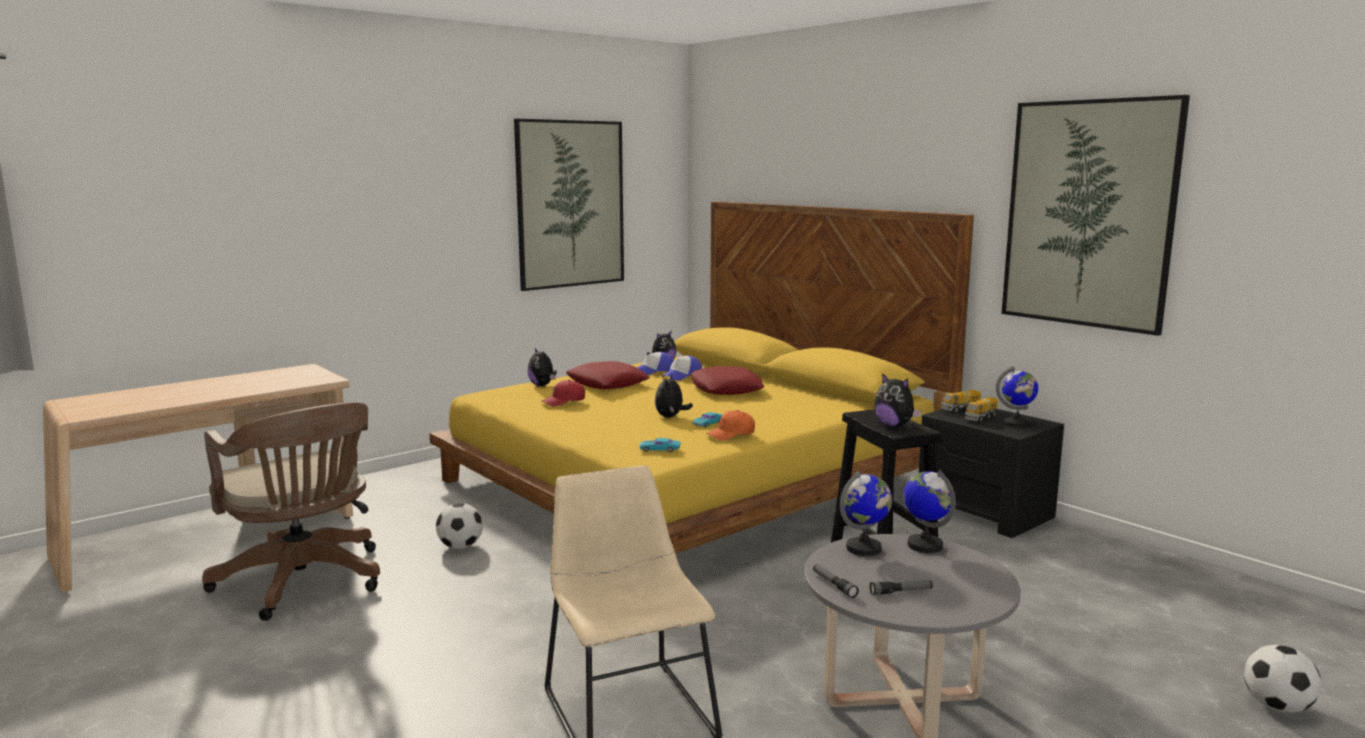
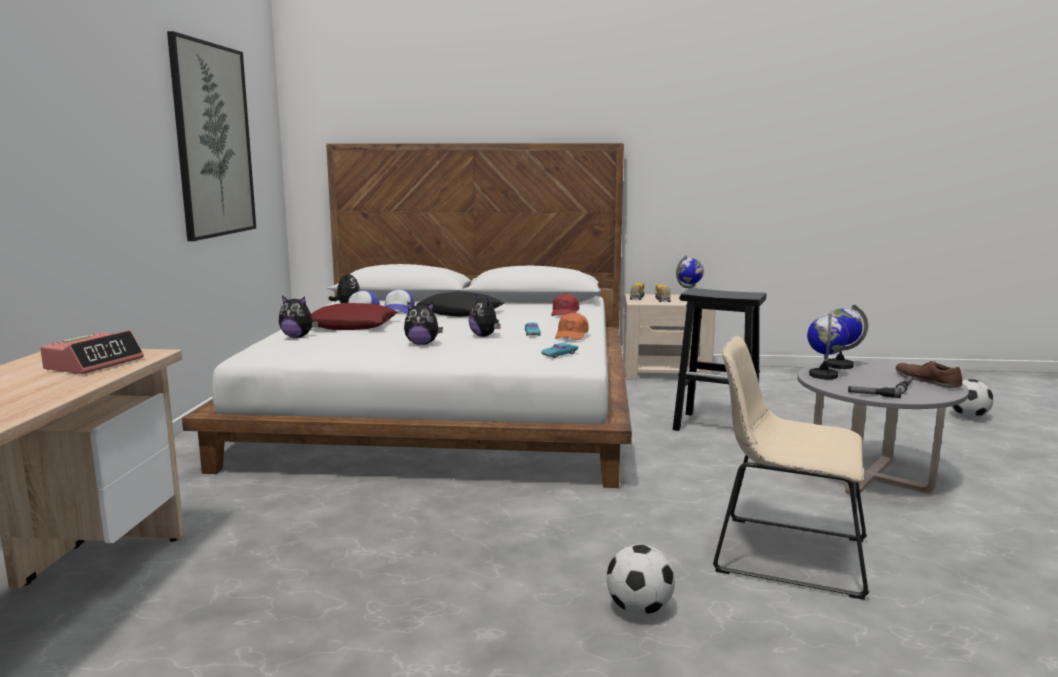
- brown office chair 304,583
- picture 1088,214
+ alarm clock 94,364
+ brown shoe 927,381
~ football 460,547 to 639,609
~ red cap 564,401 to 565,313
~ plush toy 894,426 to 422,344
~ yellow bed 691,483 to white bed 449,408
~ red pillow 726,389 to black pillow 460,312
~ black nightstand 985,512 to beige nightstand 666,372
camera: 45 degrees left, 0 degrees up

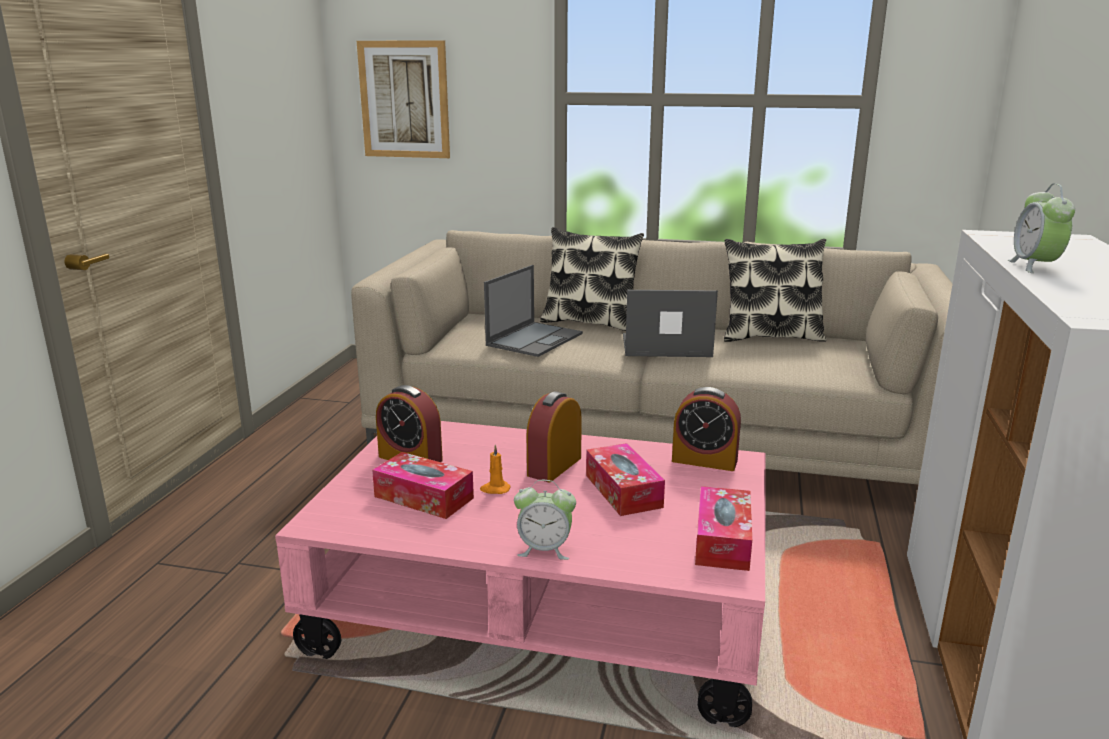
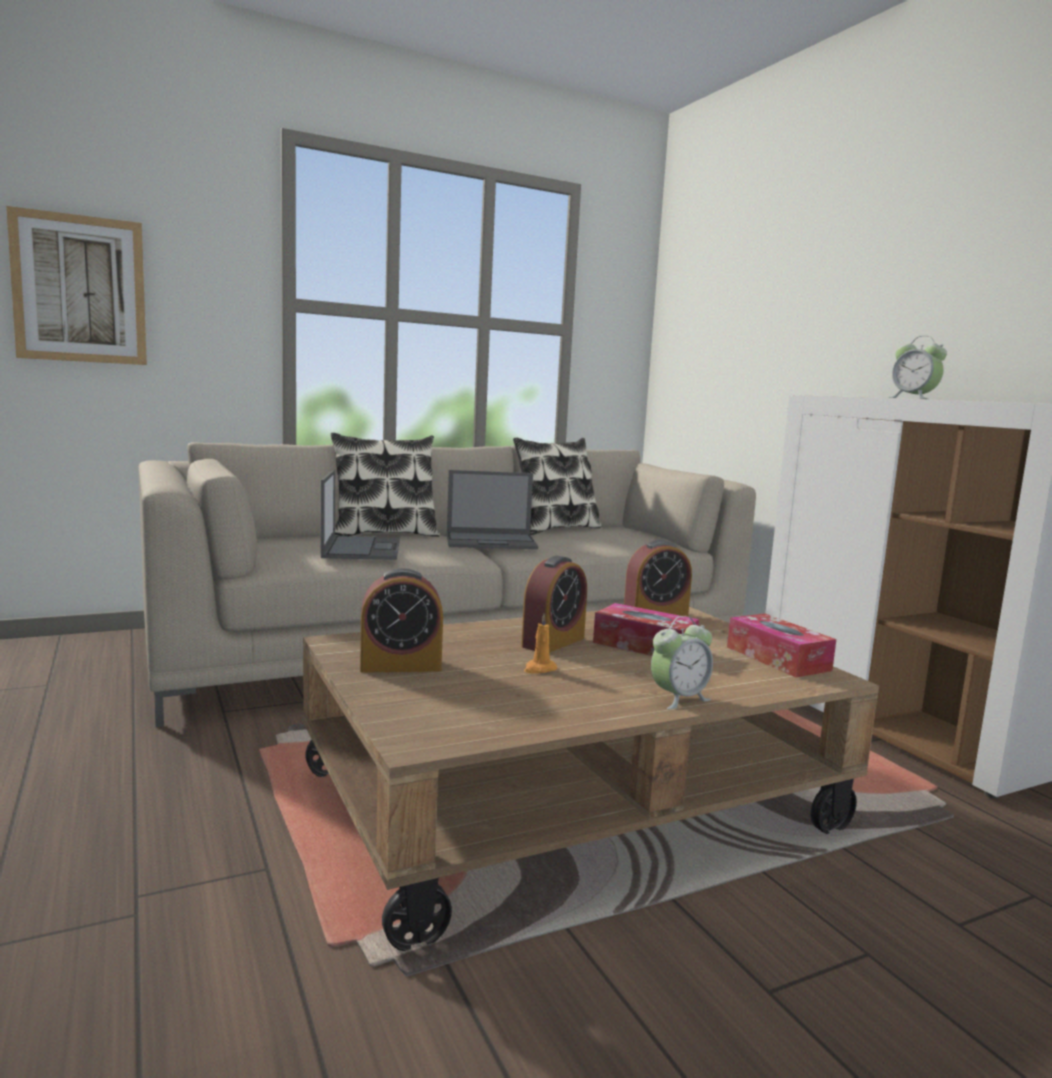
- tissue box 424,497
~ pink coffee table 544,604 to brown coffee table 570,801
~ alarm clock 554,466 = 553,642 135 degrees counterclockwise
~ laptop 665,346 = 492,541 150 degrees counterclockwise
camera: 40 degrees left, 10 degrees down

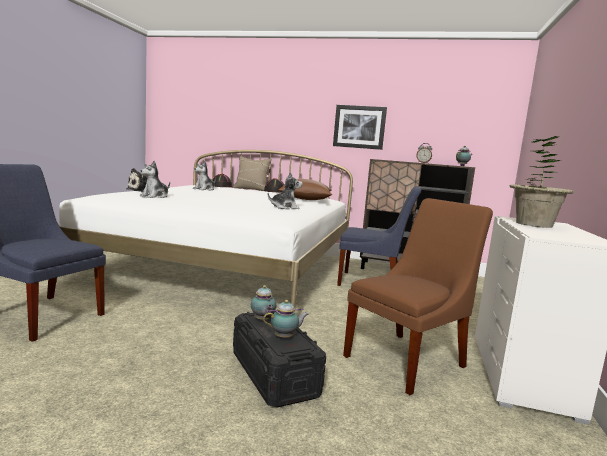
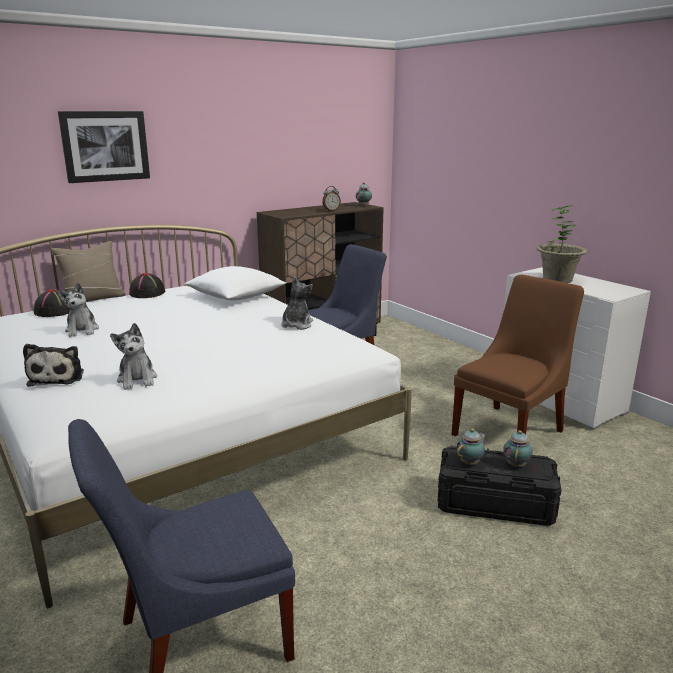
~ picture 359,127 to 105,146
~ brown pillow 305,199 to white pillow 236,296
~ teapot 262,320 = 470,462 60 degrees counterclockwise
~ brown chair 408,360 = 511,431 45 degrees clockwise
camera: 50 degrees left, 10 degrees up

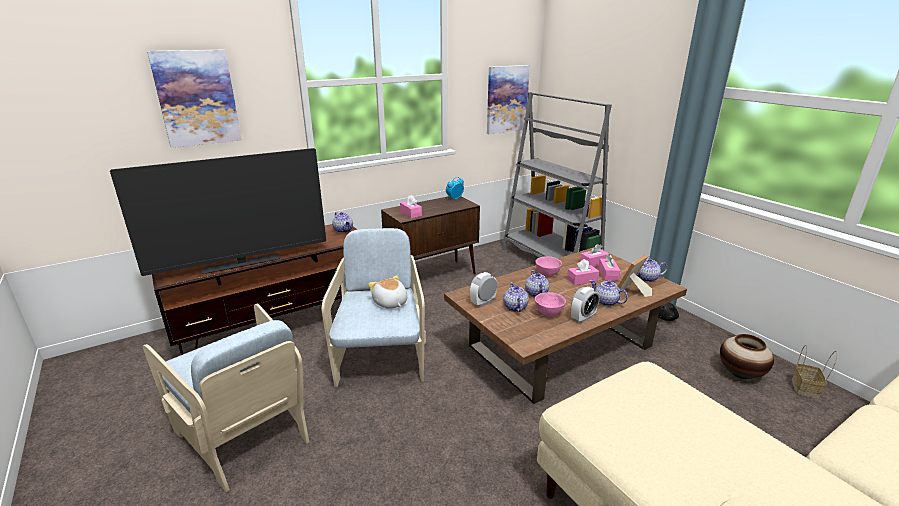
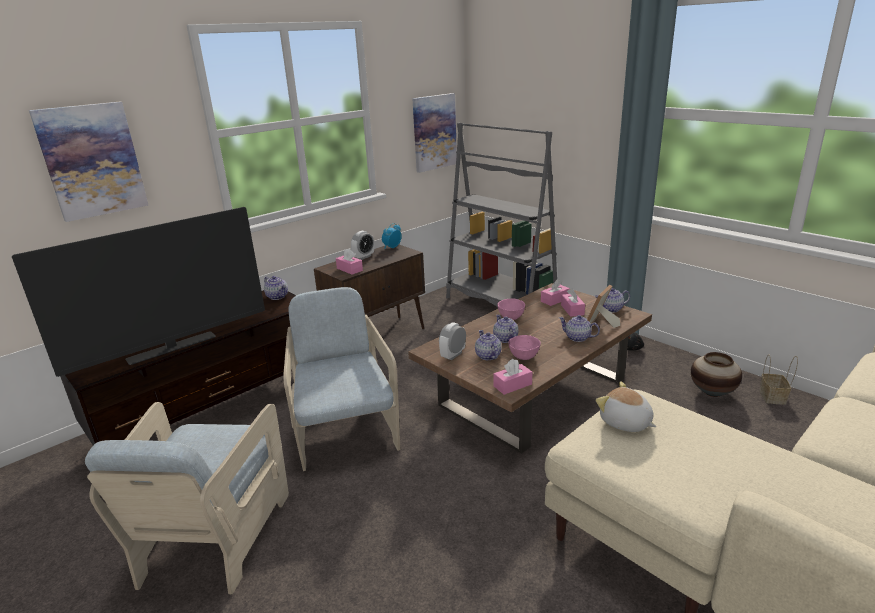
~ plush toy 390,303 to 625,423
~ pink tissue box 582,280 to 512,385
~ alarm clock 583,318 to 363,257
~ beige armchair 244,433 = 214,536 60 degrees clockwise
camera: 10 degrees left, 0 degrees up

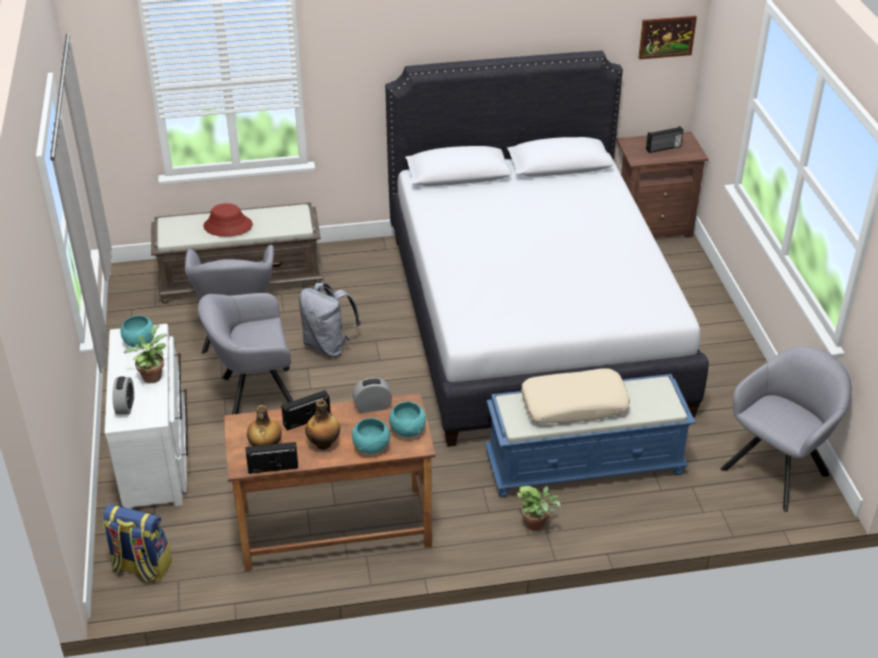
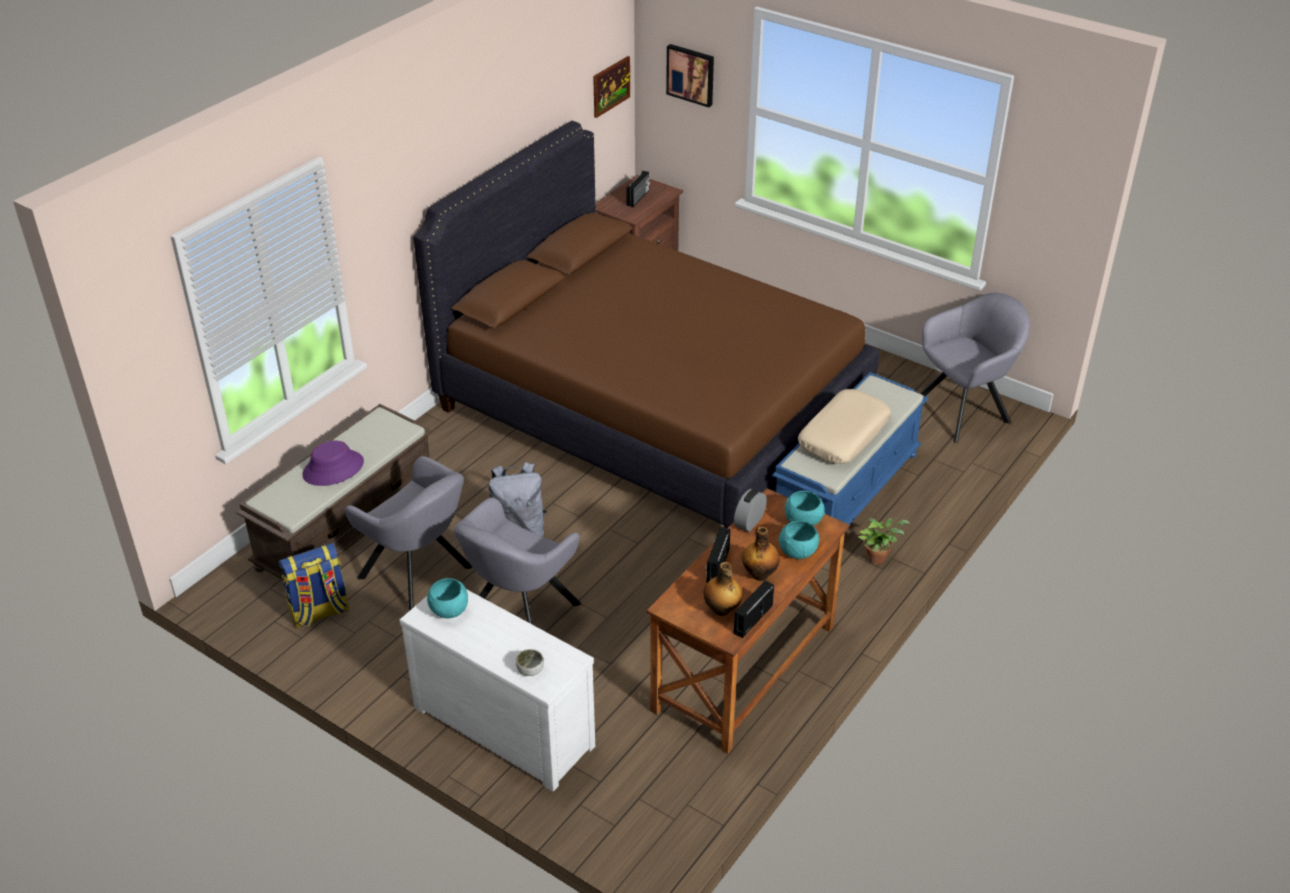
- potted plant 152,375
+ picture 691,74
~ backpack 141,567 to 319,612
~ alarm clock 125,406 to bowl 530,669
~ red hat 228,226 to purple hat 333,469
~ white bed 531,320 to brown bed 652,409
~ grey armchair 779,469 = 965,410 60 degrees clockwise
camera: 45 degrees left, 0 degrees up

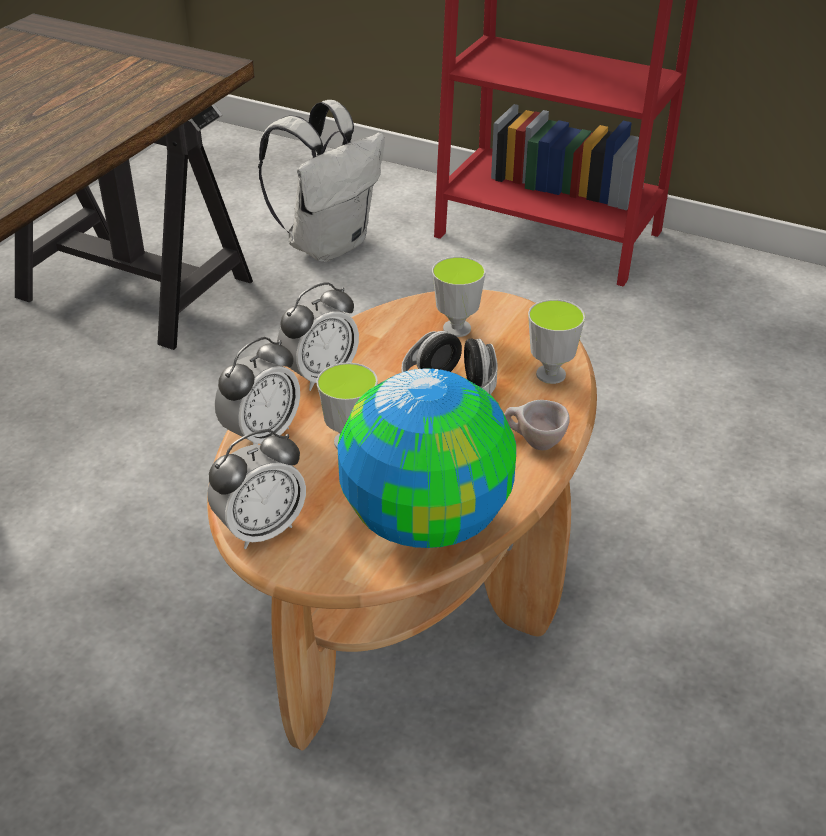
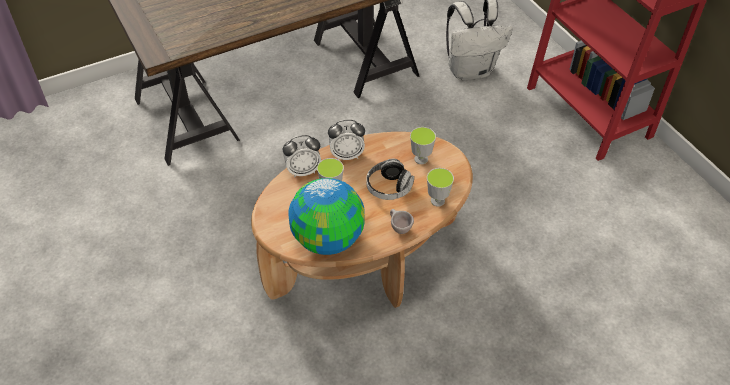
- alarm clock 261,529
camera: 35 degrees right, 10 degrees up

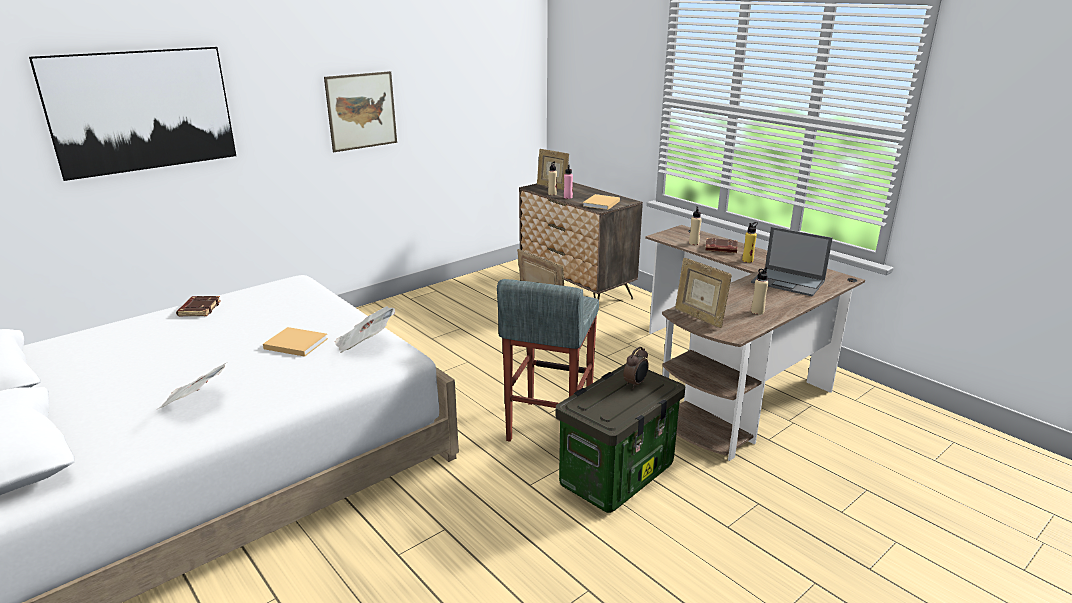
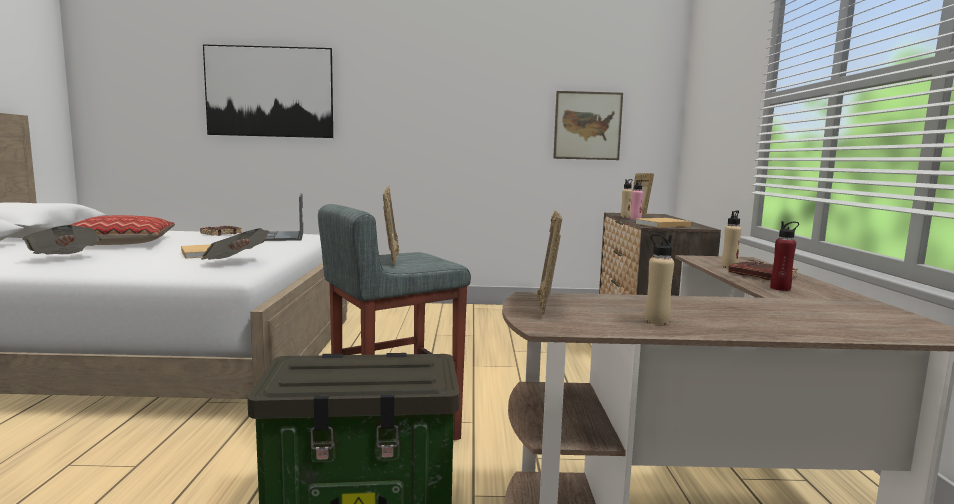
- alarm clock 635,384
+ pillow 118,243
~ picture 361,111 to 587,126
~ laptop 788,282 to 282,237
~ yellow bottle 747,260 to red bottle 780,288
camera: 40 degrees right, 15 degrees down

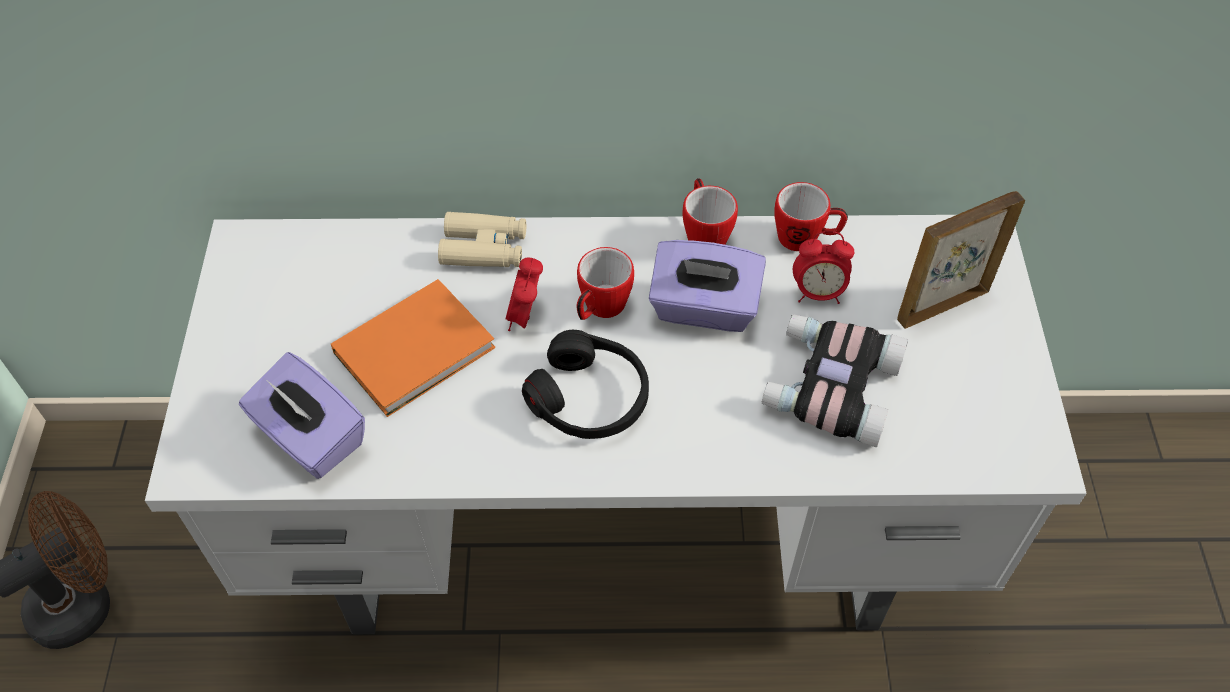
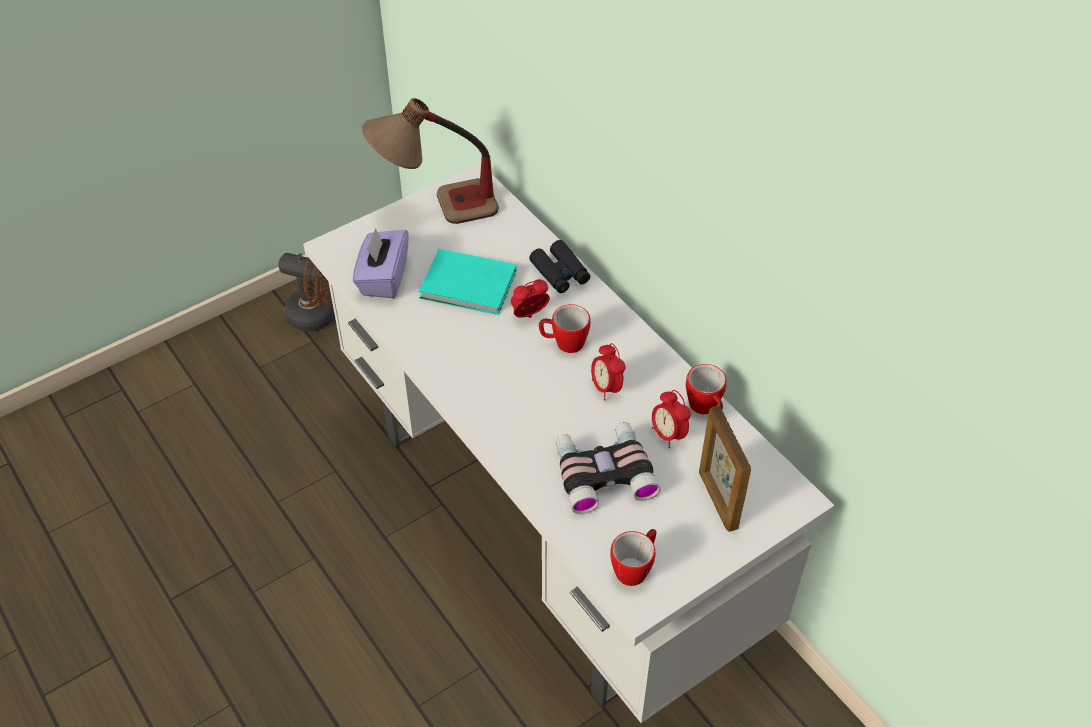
- black headphones 589,397
+ table lamp 435,210
~ mug 704,234 to 635,567
~ purple tissue box 704,308 to alarm clock 606,388
~ orange book 419,350 to turquoise book 470,286
~ beige binoculars 484,248 to black binoculars 560,273
~ picture frame 941,305 = 717,500 135 degrees counterclockwise
camera: 55 degrees right, 5 degrees down

